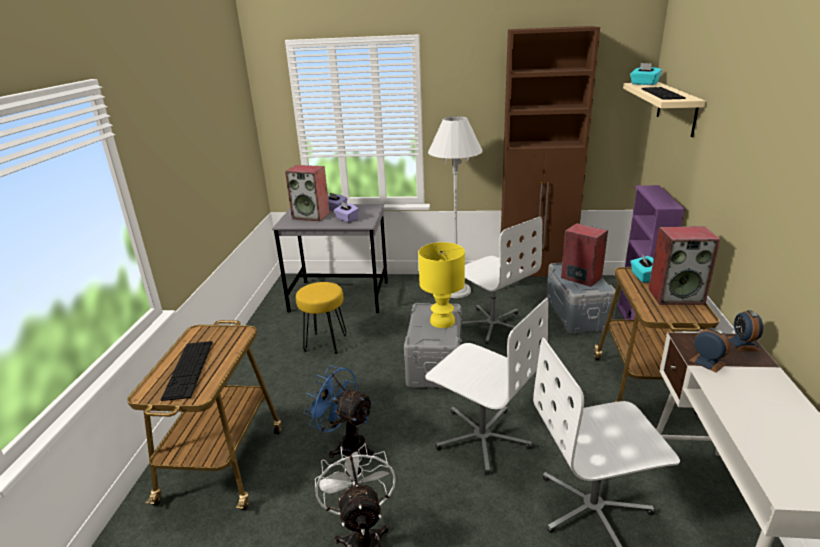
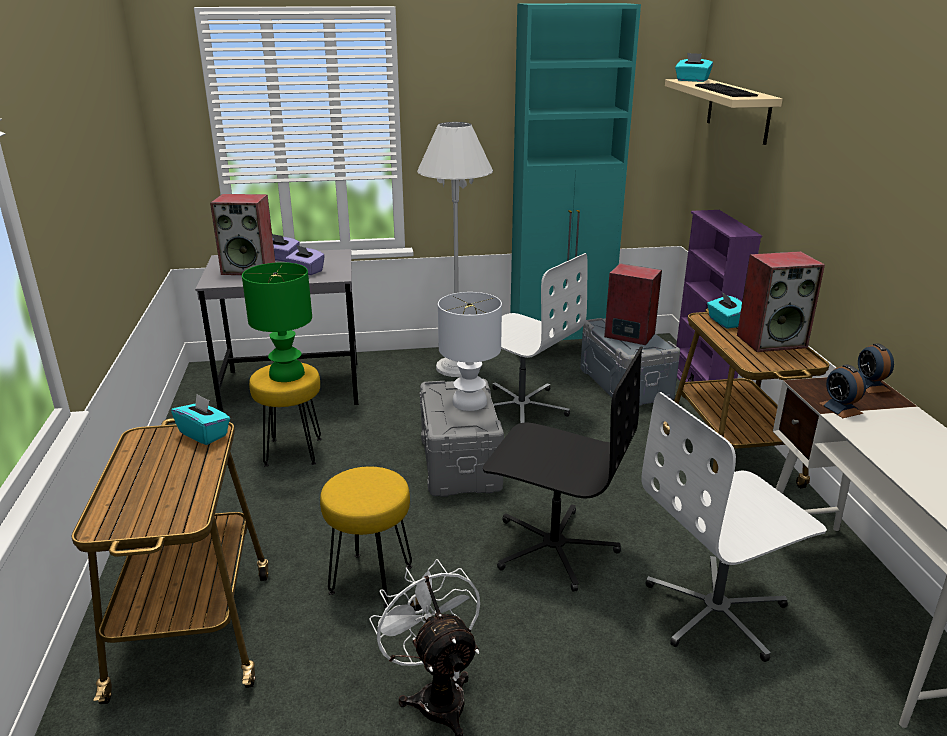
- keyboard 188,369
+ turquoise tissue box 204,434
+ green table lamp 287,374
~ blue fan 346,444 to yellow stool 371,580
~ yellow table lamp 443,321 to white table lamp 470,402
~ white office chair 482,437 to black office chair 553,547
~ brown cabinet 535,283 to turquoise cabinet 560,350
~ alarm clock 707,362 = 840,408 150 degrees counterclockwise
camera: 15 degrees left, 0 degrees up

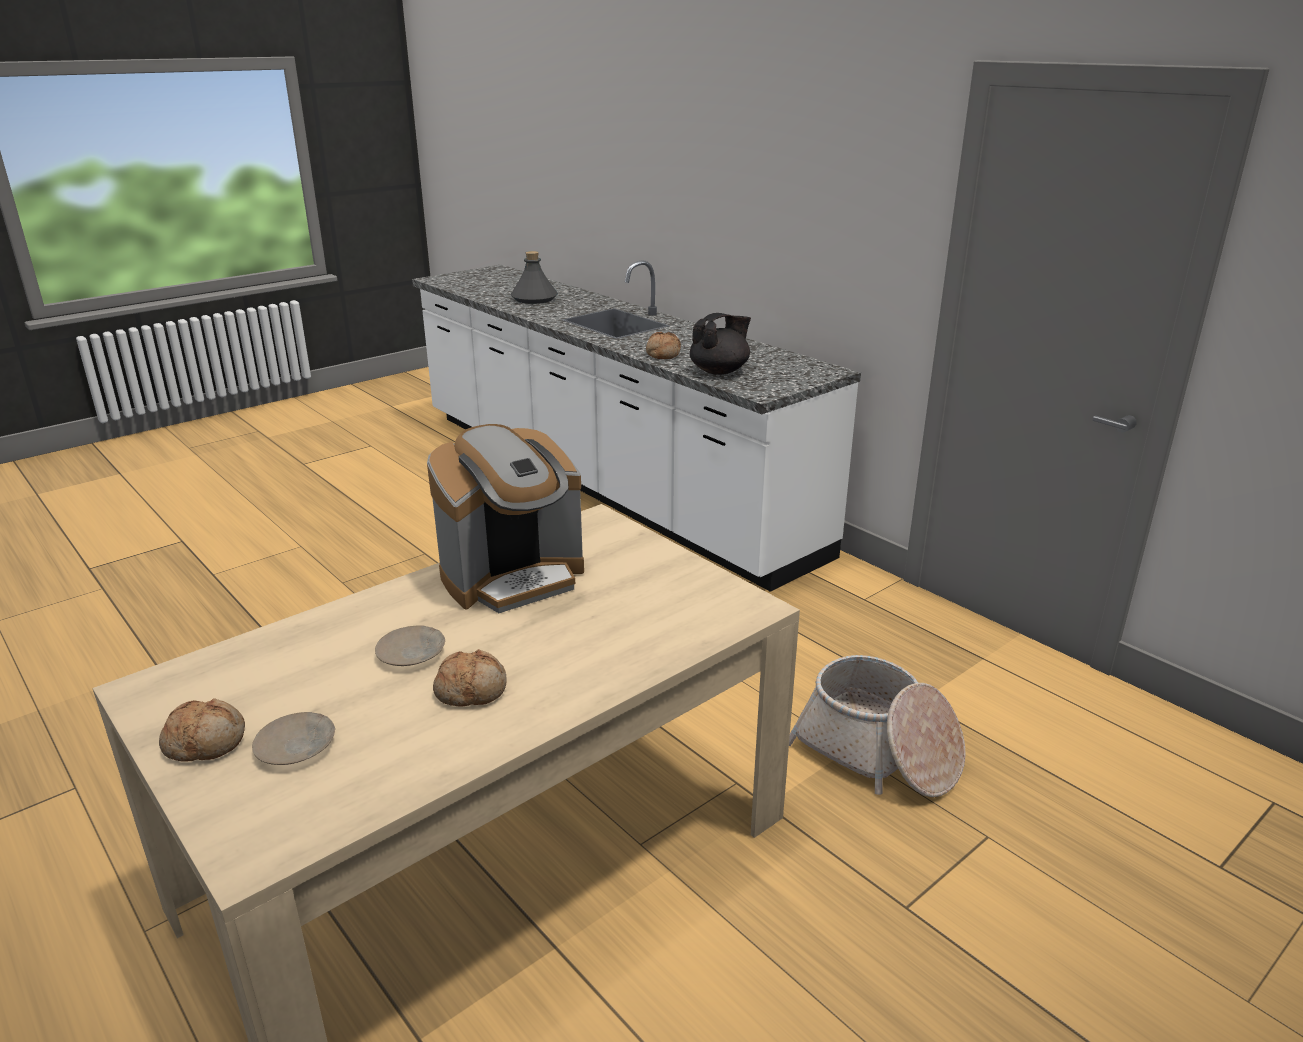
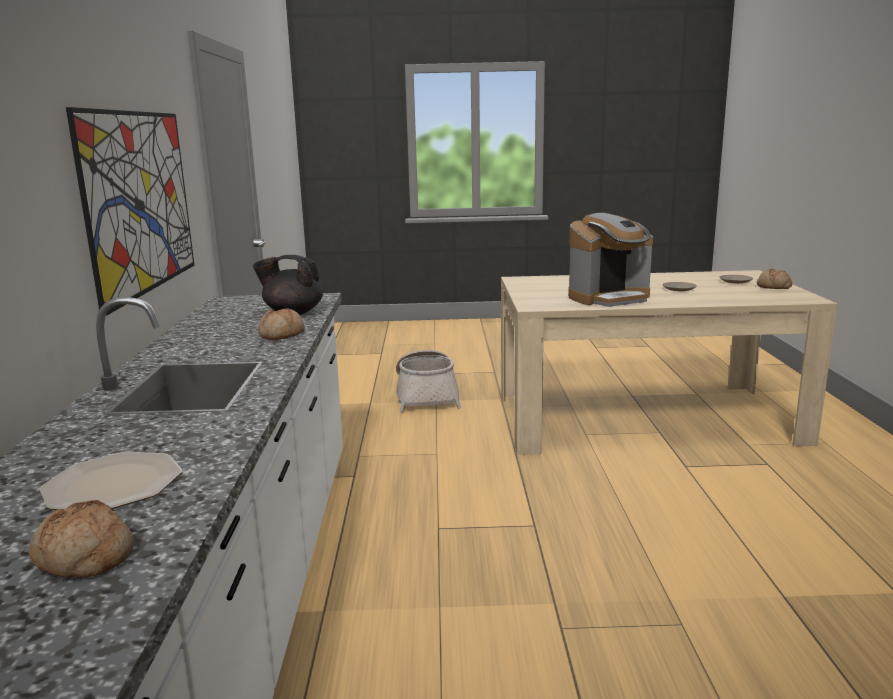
+ picture 141,202
~ bread 471,689 to 83,558
~ grey bottle 534,299 to plate 114,483
~ coffee machine 513,578 = 609,298 150 degrees clockwise
camera: 140 degrees left, 10 degrees down

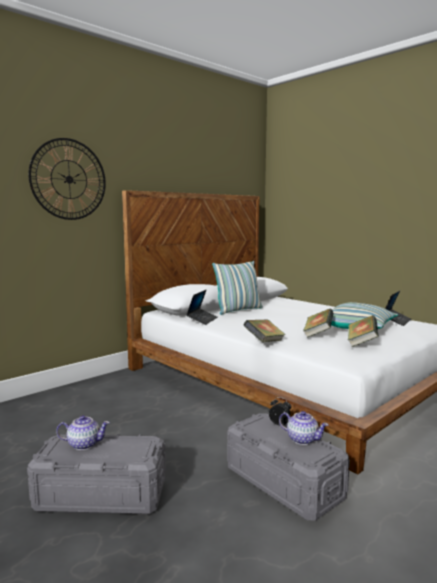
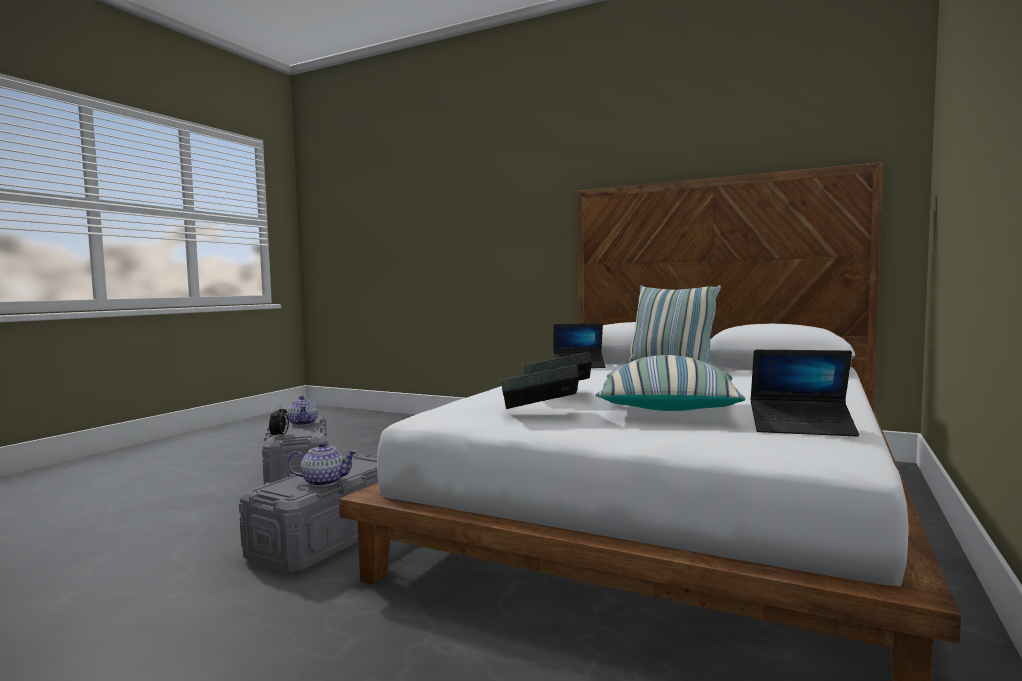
- wall clock 69,179
- book 264,342
~ alarm clock 280,424 to 279,435
~ teapot 302,439 = 323,482 105 degrees counterclockwise
camera: 70 degrees right, 5 degrees down

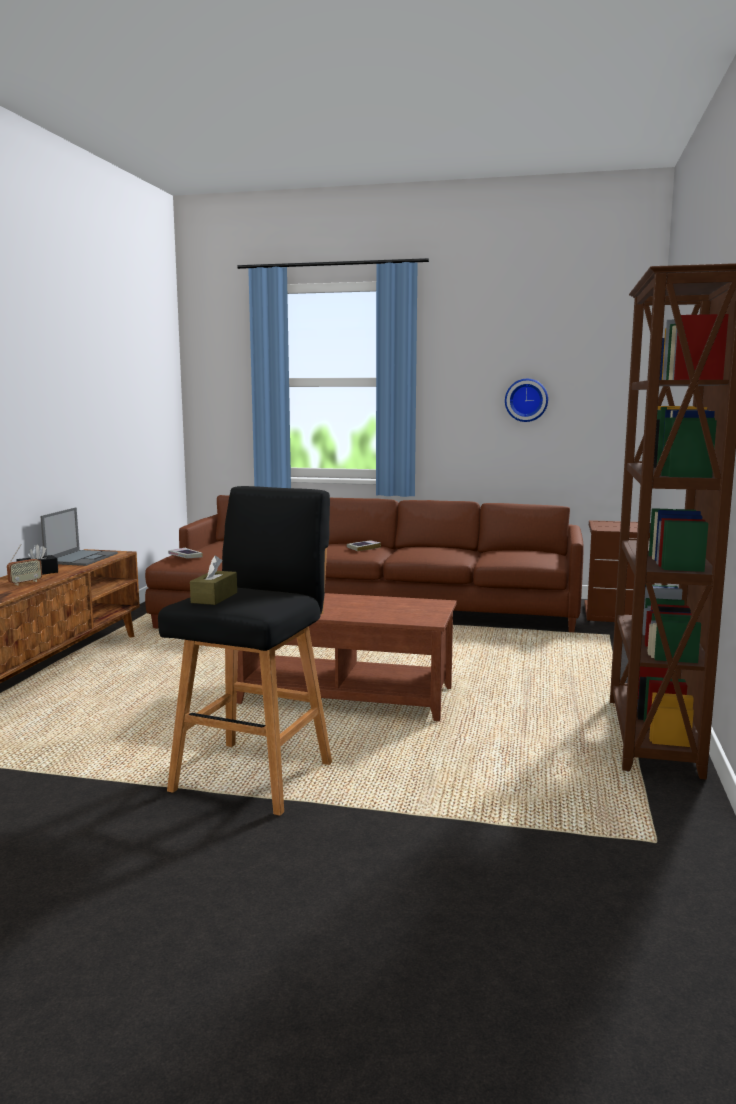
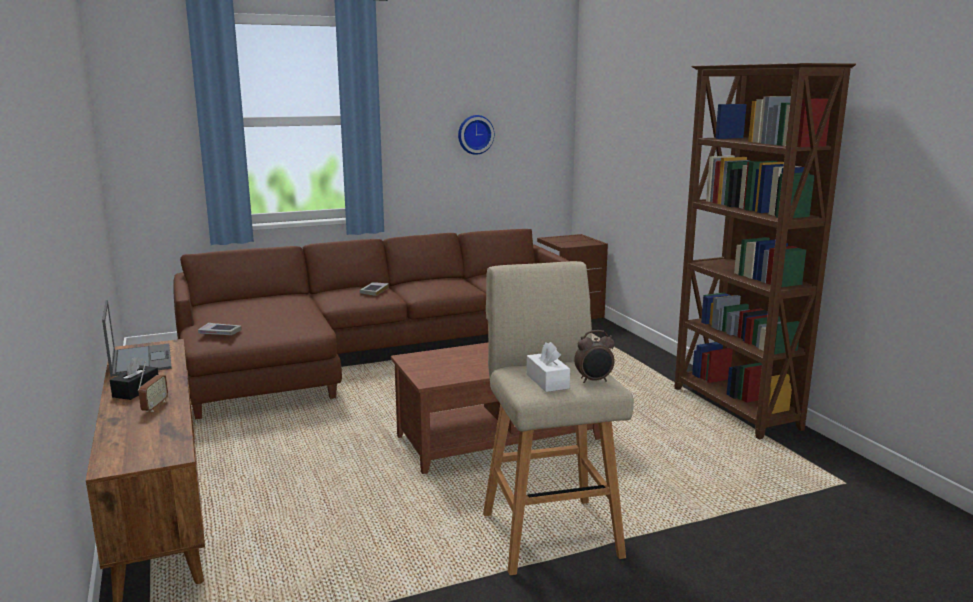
+ alarm clock 594,380
~ black stool 256,774 to beige stool 549,531
~ brown tissue box 214,597 to white tissue box 547,381
camera: 35 degrees left, 5 degrees up

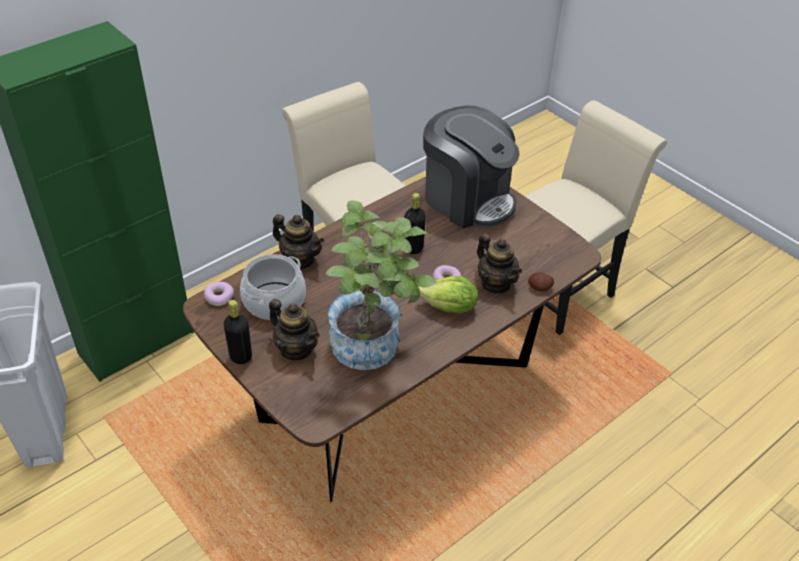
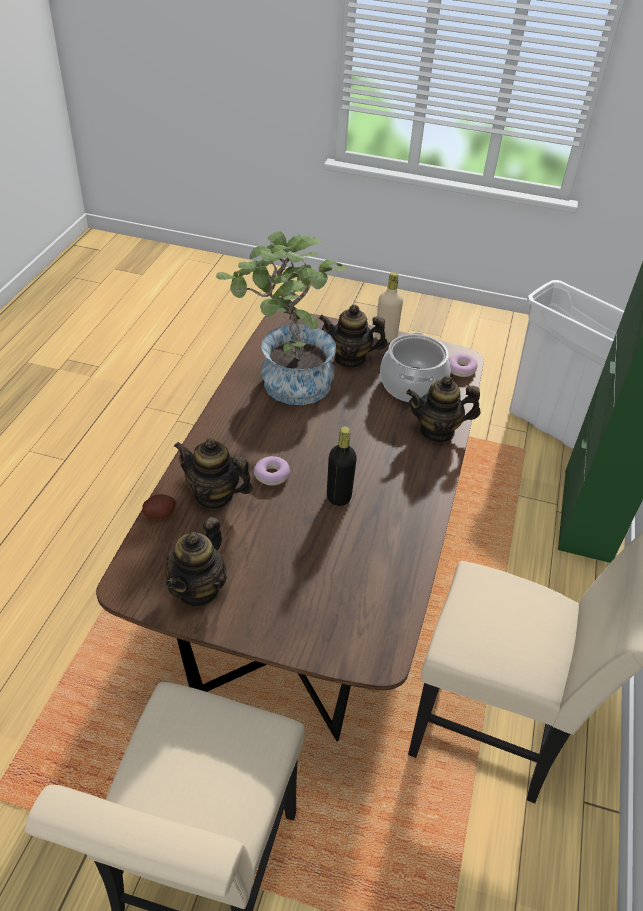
- lettuce 449,308
- coffee machine 467,199
+ teapot 198,589
~ black bottle 240,357 to beige bottle 386,337
camera: 145 degrees right, 0 degrees up

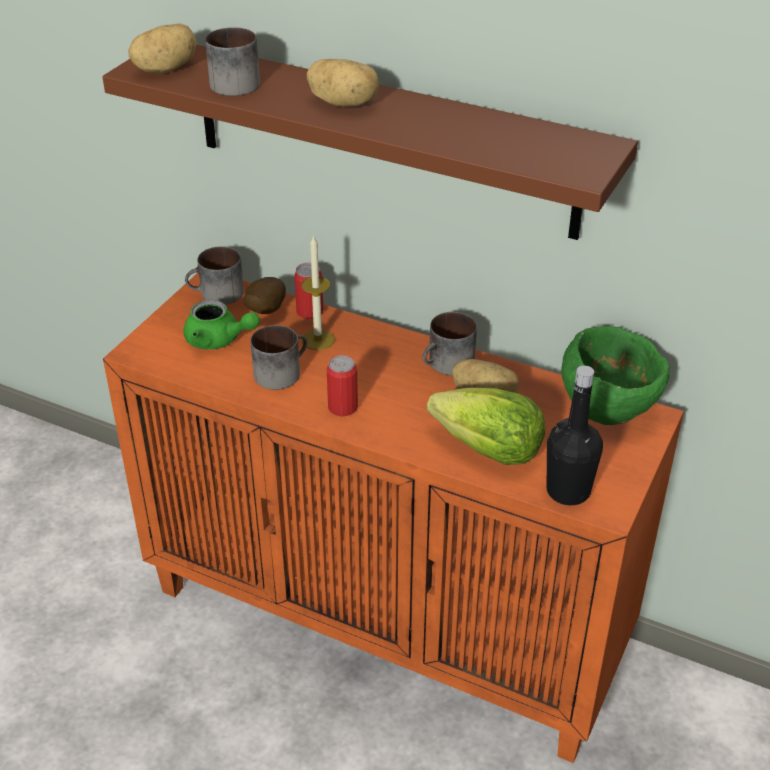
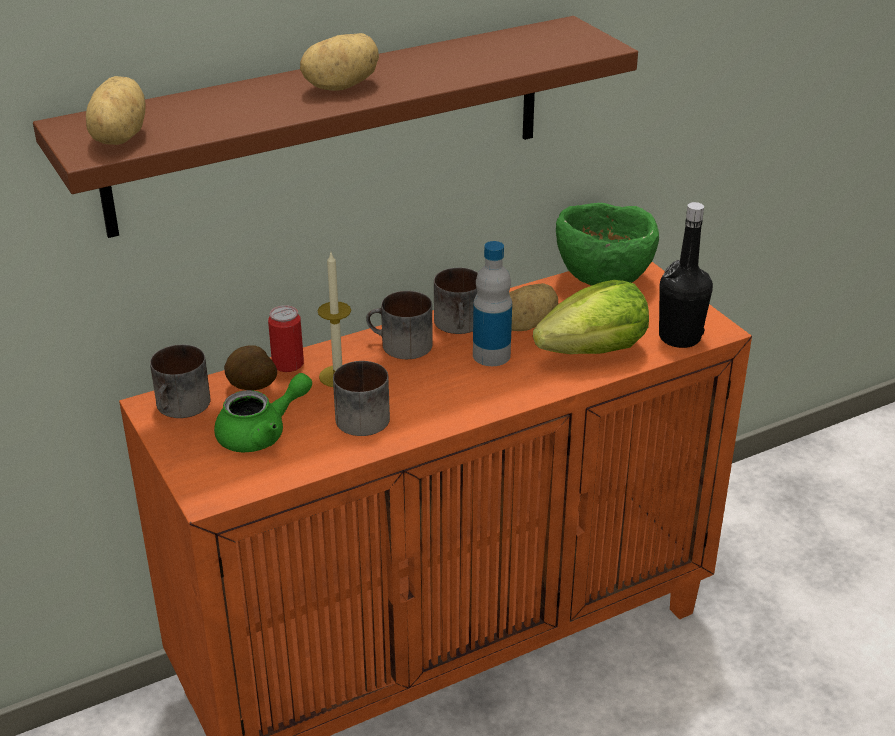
- can 343,407
+ bottle 491,355
~ mug 230,82 to 399,346
camera: 55 degrees left, 5 degrees down

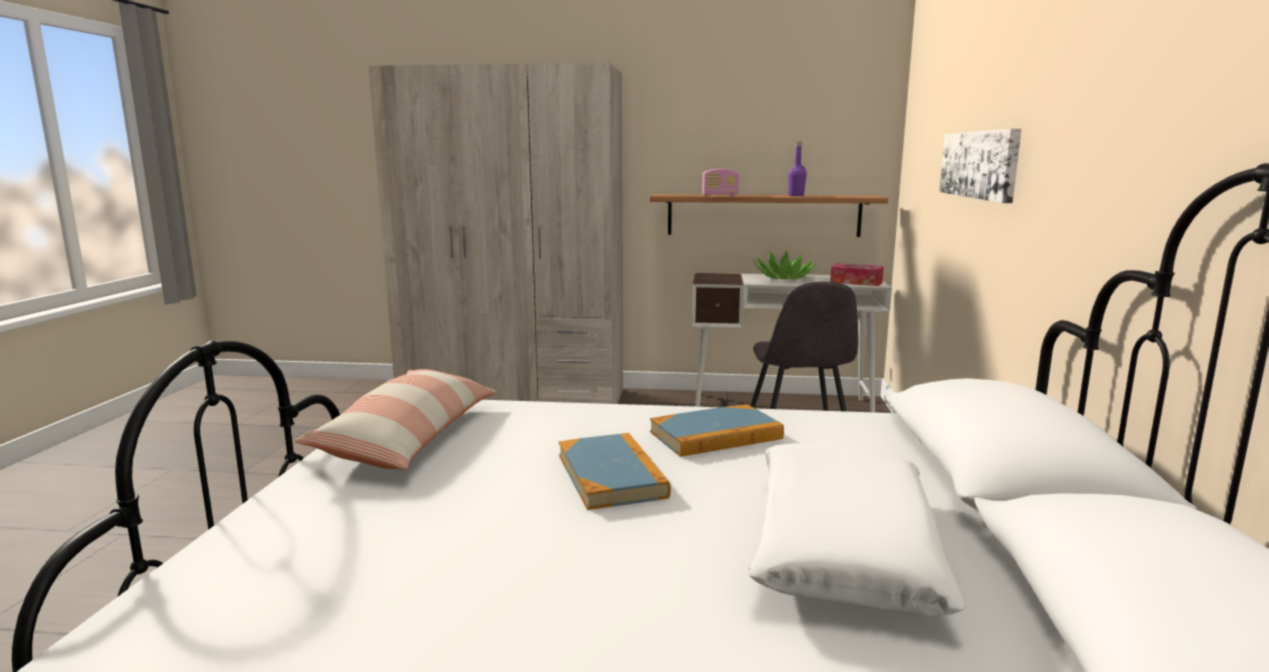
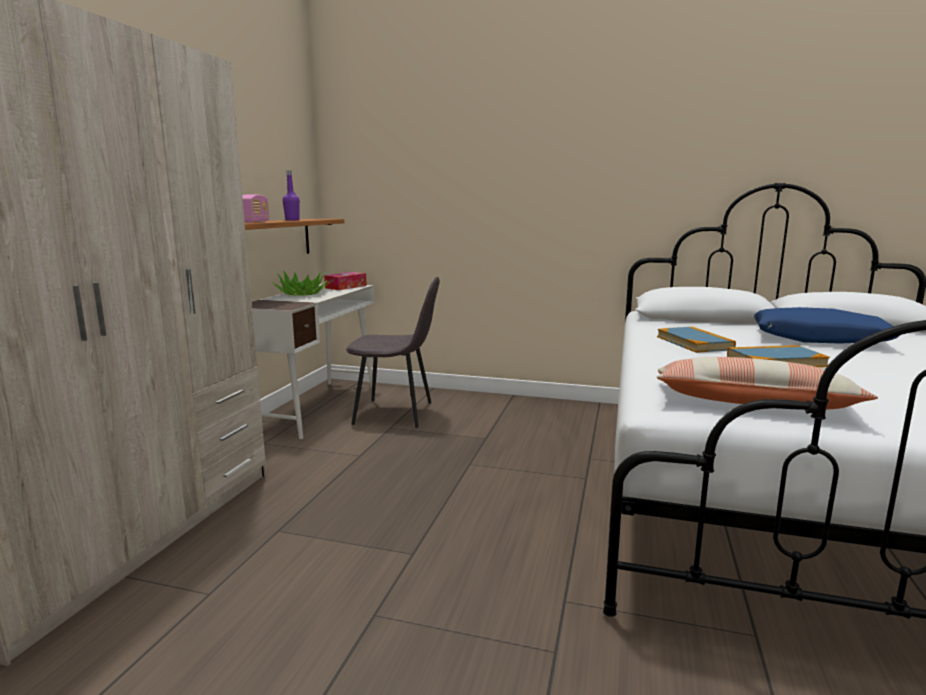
- picture 979,164
~ white pillow 842,547 to blue pillow 818,339
camera: 80 degrees left, 0 degrees up

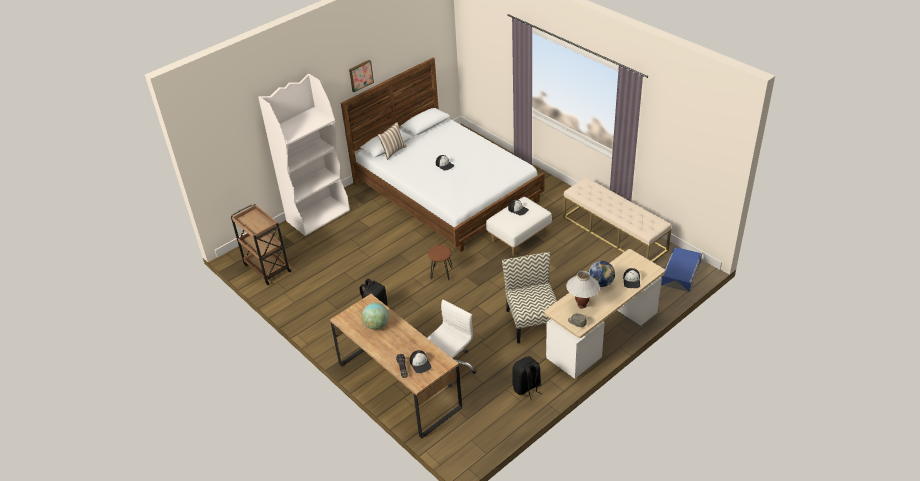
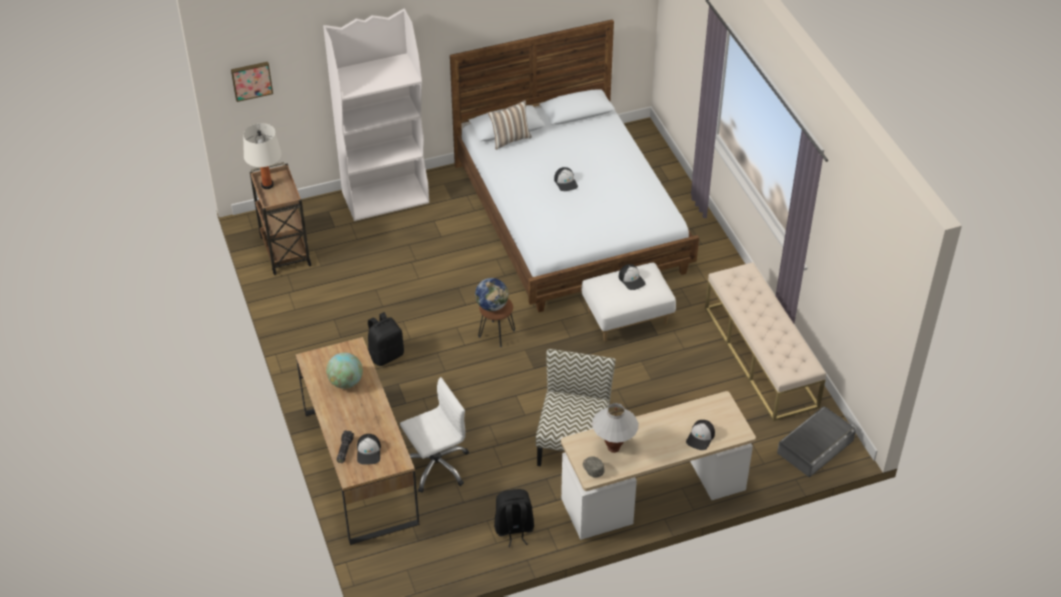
+ white table lamp 267,185
~ picture 360,75 to 251,80
~ globe 601,283 to 492,306
~ blue storage box 681,273 to grey storage box 815,446
camera: 20 degrees right, 5 degrees up

